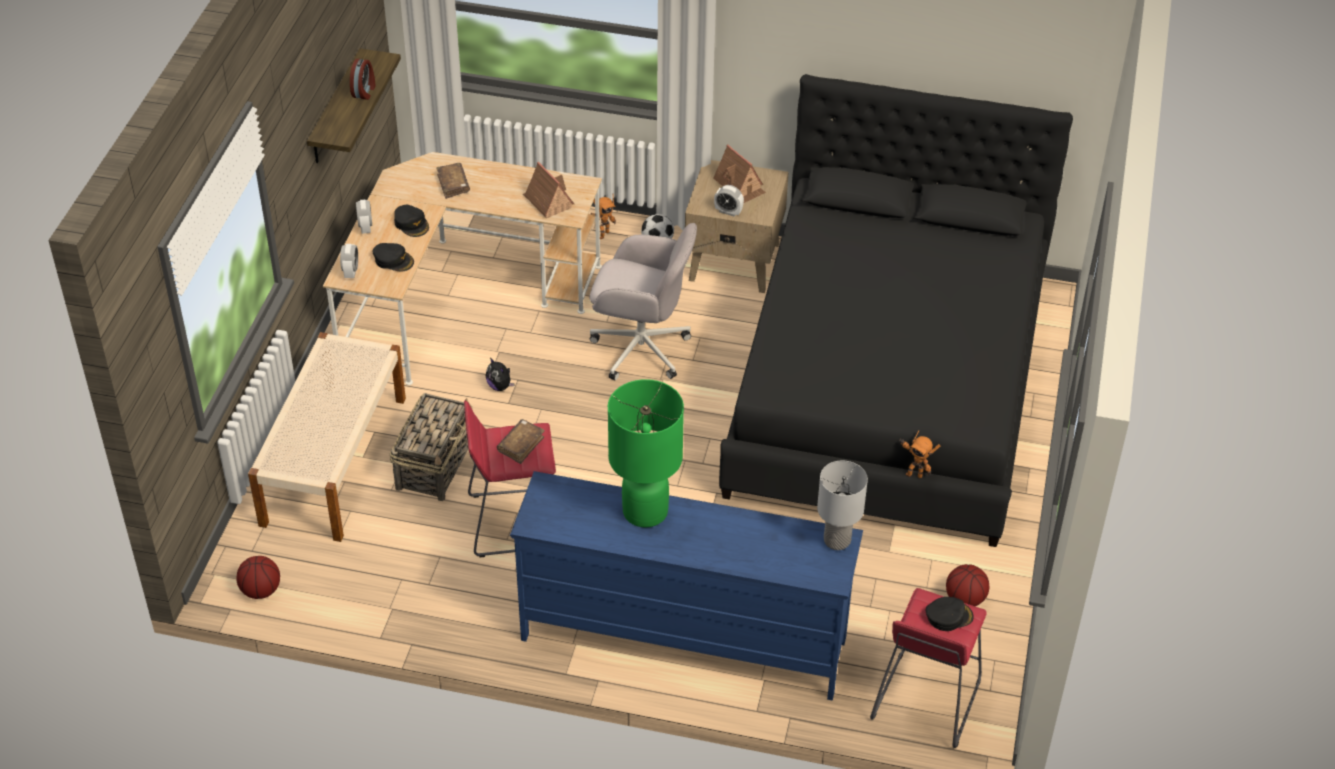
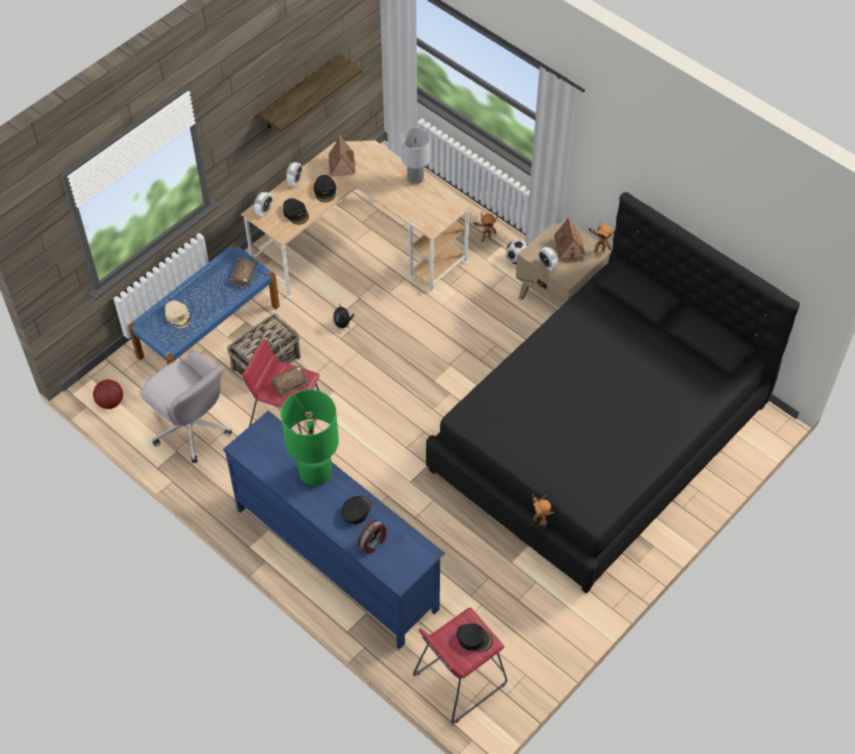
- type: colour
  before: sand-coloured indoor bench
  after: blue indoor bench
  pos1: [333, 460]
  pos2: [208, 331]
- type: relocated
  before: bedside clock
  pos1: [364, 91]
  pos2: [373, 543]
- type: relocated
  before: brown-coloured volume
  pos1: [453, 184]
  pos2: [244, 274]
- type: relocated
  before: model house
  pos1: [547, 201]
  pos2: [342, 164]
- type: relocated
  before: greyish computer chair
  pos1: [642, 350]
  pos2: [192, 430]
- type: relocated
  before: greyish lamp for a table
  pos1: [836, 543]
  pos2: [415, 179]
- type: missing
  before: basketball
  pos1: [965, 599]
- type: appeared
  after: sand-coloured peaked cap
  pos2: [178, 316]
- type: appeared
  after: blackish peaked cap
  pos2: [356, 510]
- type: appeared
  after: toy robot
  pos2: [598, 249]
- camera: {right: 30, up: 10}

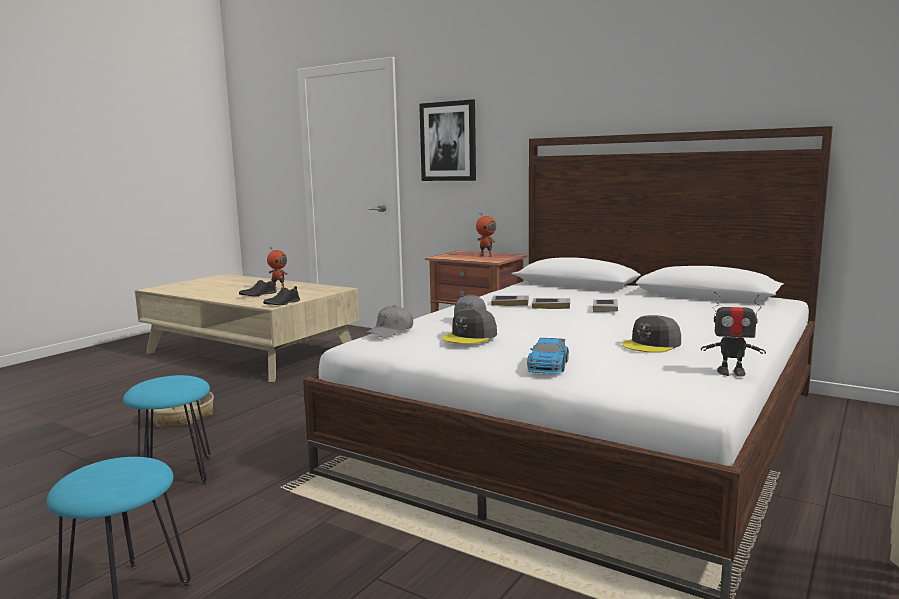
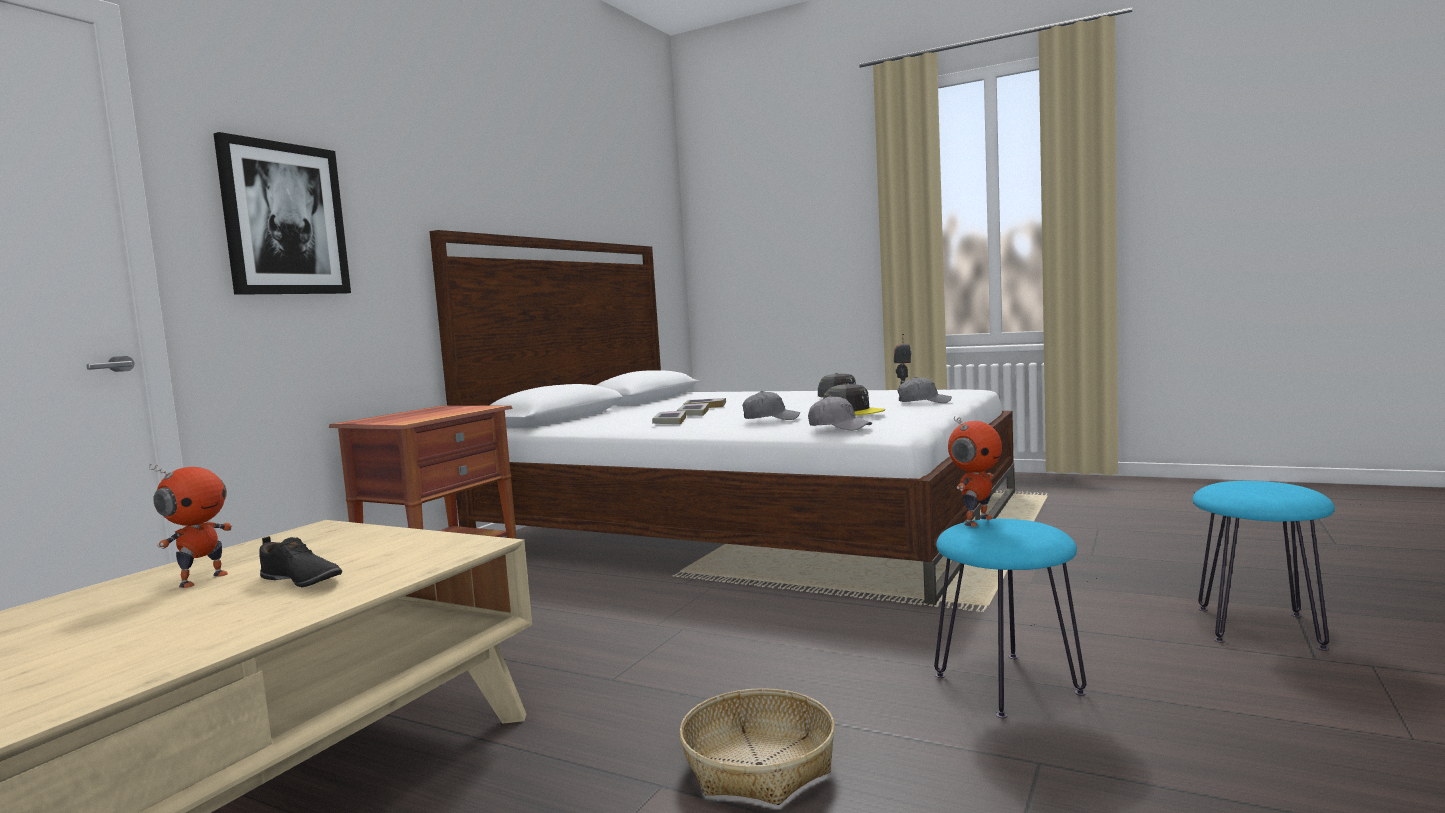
- type: missing
  before: blackish item of footwear
  pos1: [282, 303]
- type: relocated
  before: toy robot
  pos1: [486, 256]
  pos2: [976, 521]
- type: exchanged
  before: model car
  after: greyish peaked cap
  pos1: [548, 366]
  pos2: [923, 402]
- camera: {right: -95, up: -5}

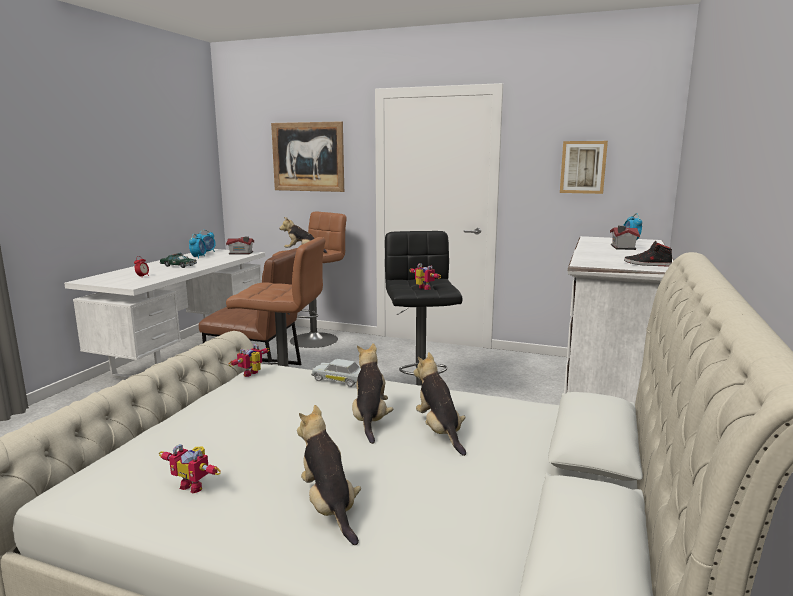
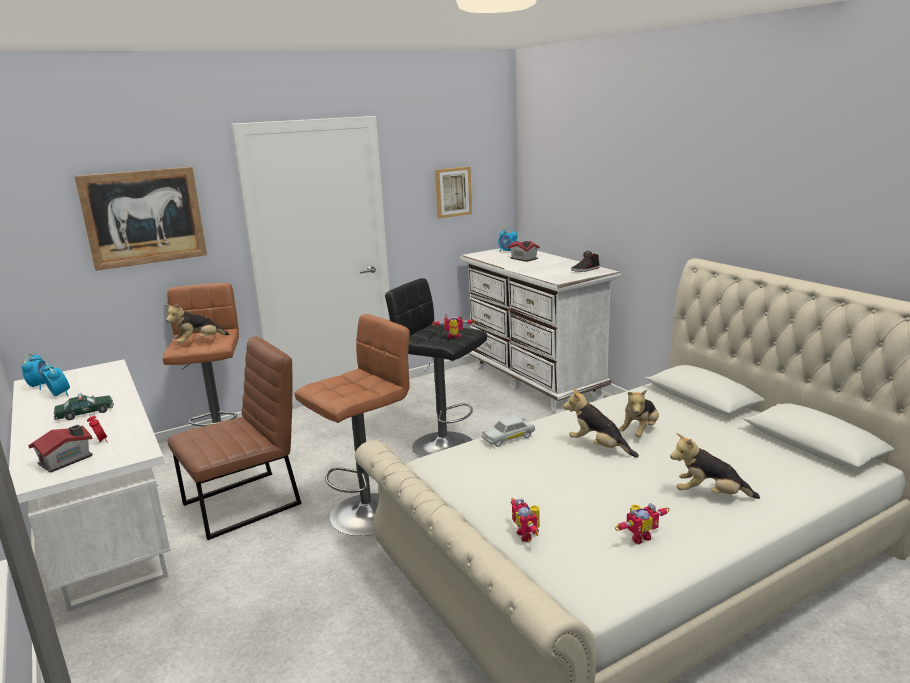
- type: relocated
  before: model house
  pos1: [241, 253]
  pos2: [67, 460]
- type: relocated
  before: toy robot
  pos1: [253, 374]
  pos2: [528, 535]
- type: spun
  before: plush toy
  pos1: [439, 431]
  pos2: [640, 432]
  turn: -75
- camera: {right: -50, up: 5}

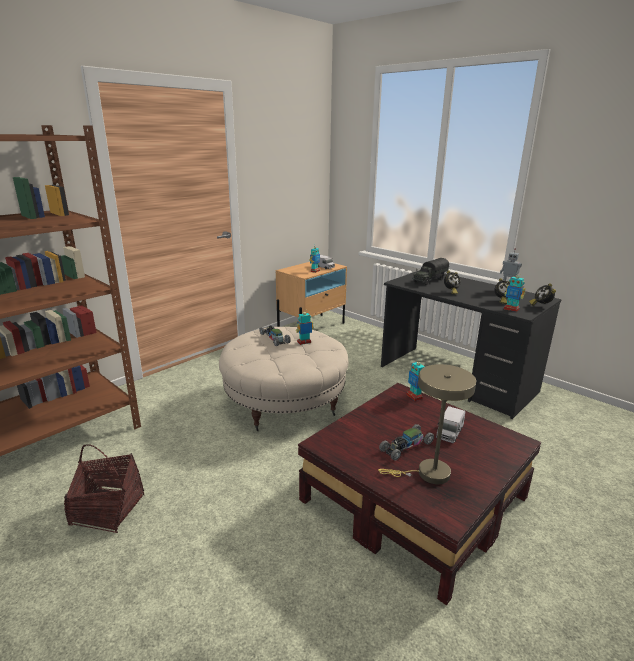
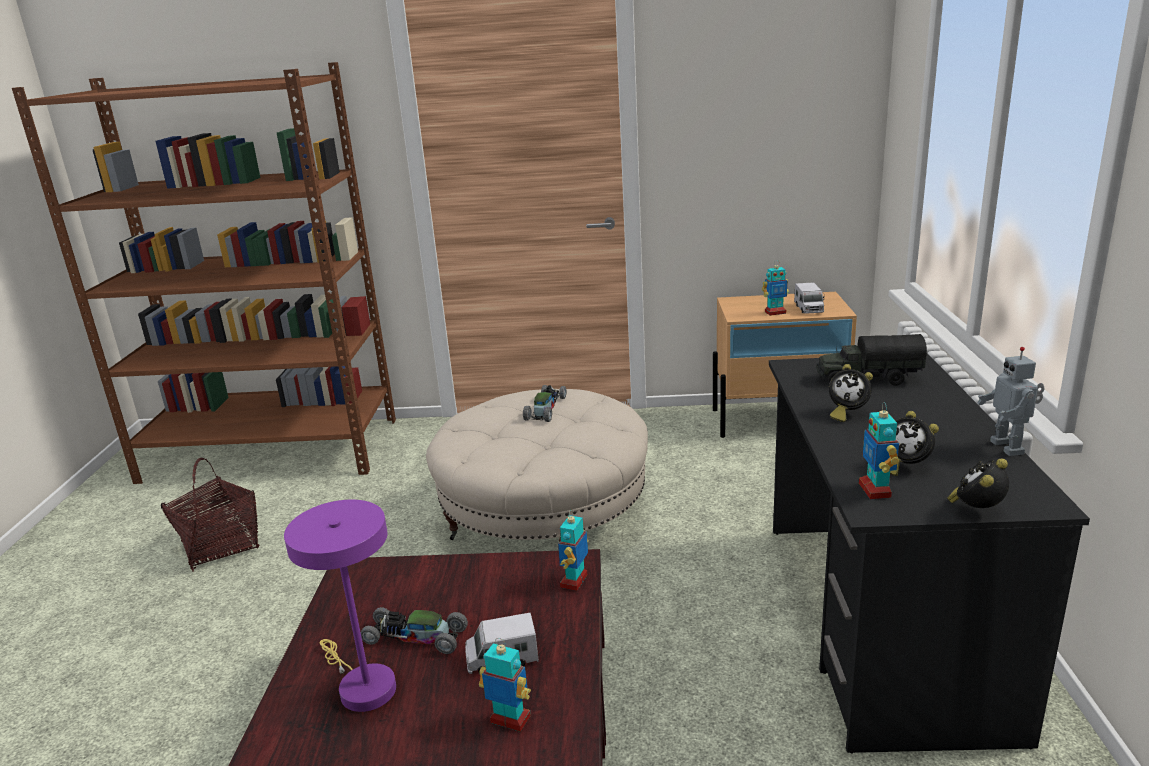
- type: relocated
  before: toy robot
  pos1: [304, 342]
  pos2: [510, 720]
- type: colour
  before: sand-coloured lamp for a table
  after: purple lamp for a table
  pos1: [427, 474]
  pos2: [362, 686]
- camera: {right: 50, up: 0}

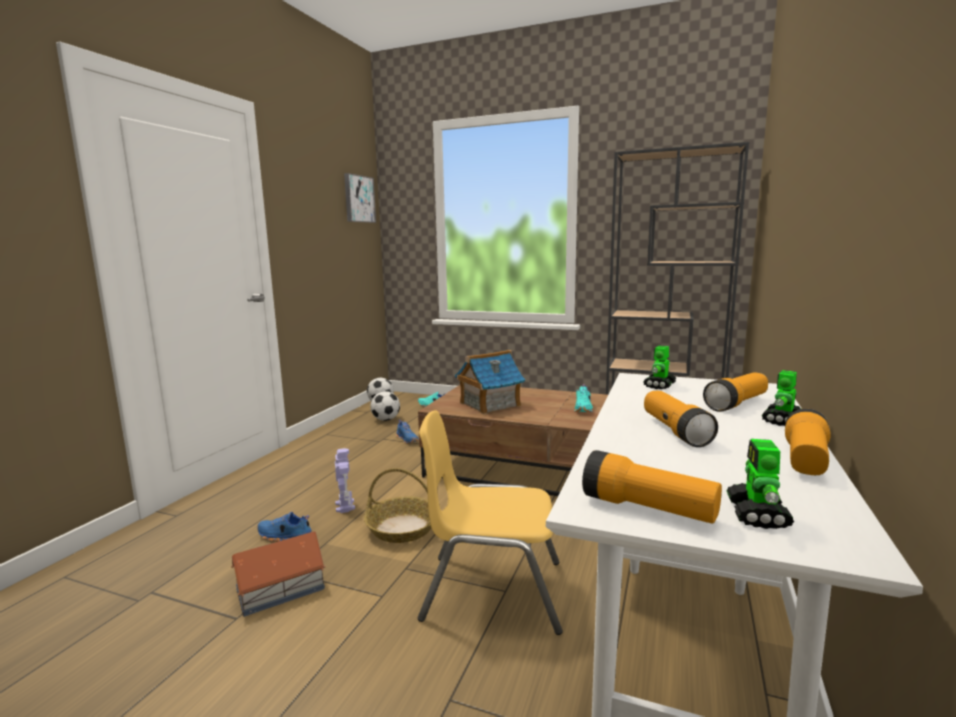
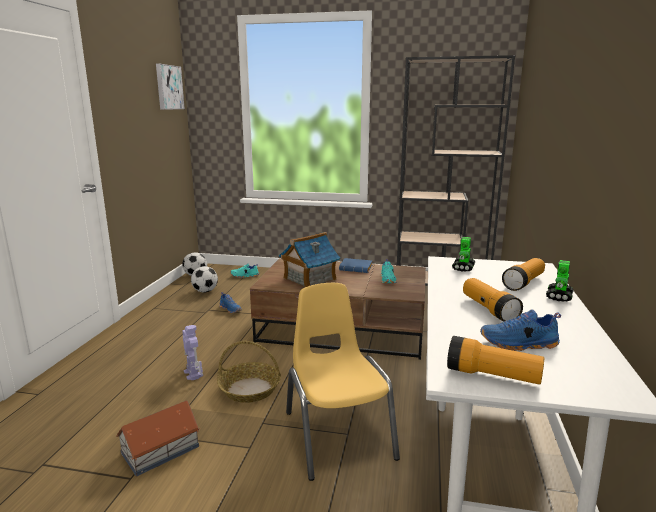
- type: relocated
  before: blue item of footwear
  pos1: [284, 536]
  pos2: [519, 344]
- type: spun
  before: yellow-coloured plain chair
  pos1: [492, 590]
  pos2: [337, 434]
  turn: 75
- type: missing
  before: toy robot
  pos1: [757, 515]
- type: missing
  before: torch
  pos1: [805, 460]
- type: appeared
  after: blue volume
  pos2: [357, 268]
- camera: {right: -10, up: 5}

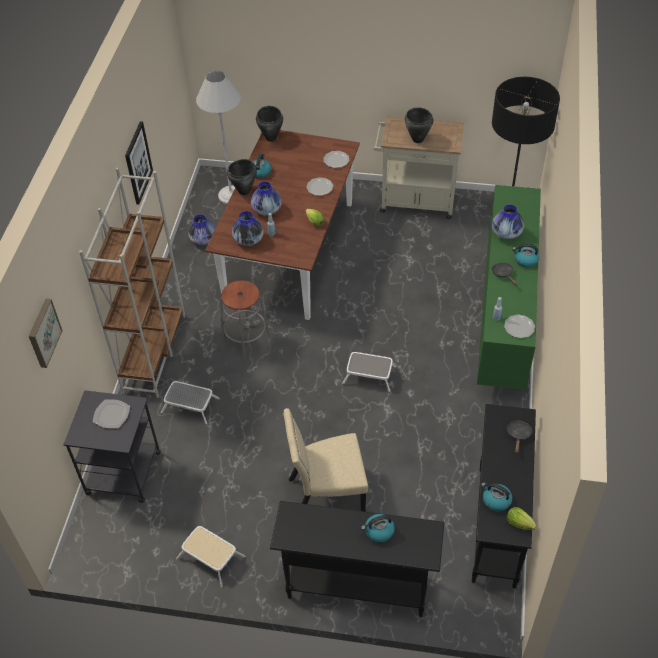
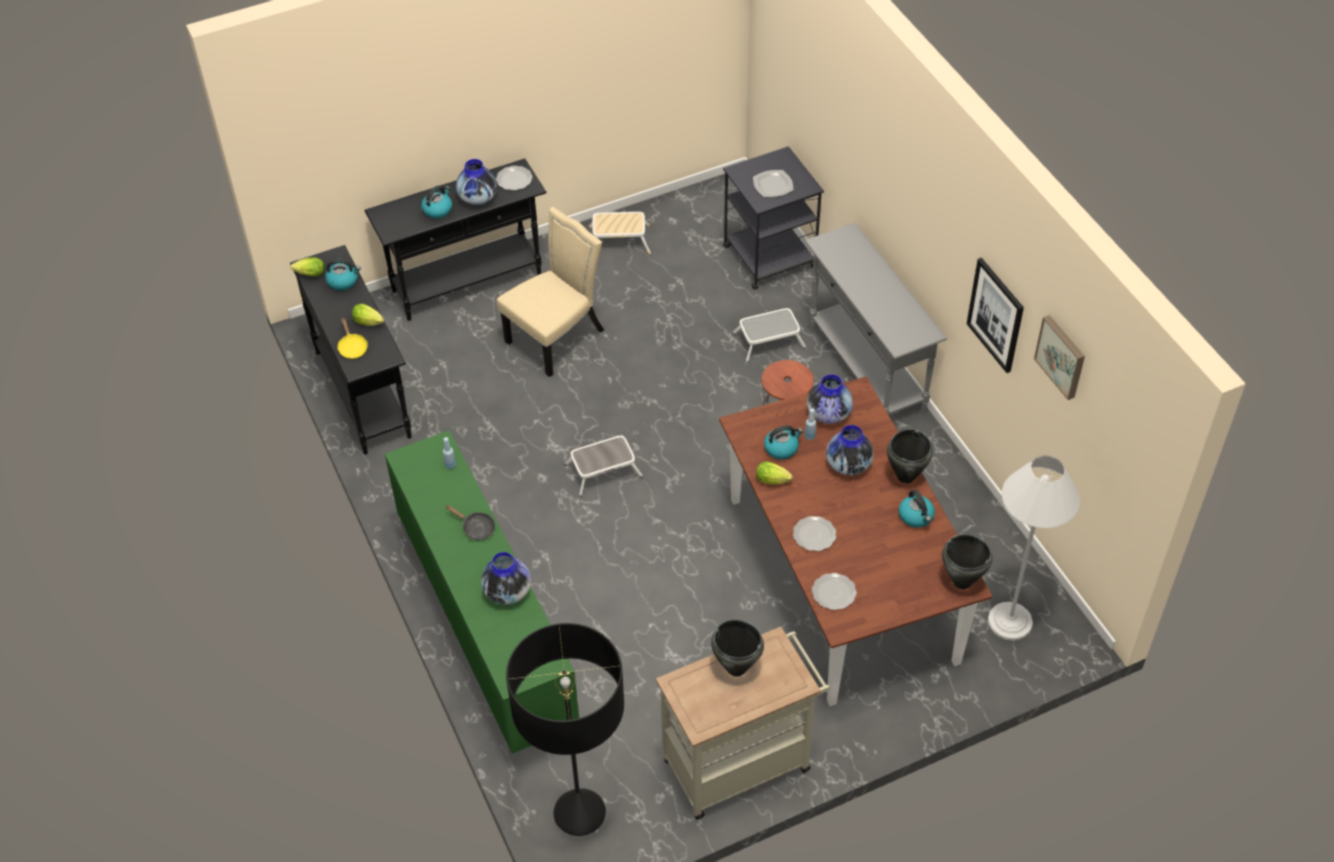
- type: relocated
  before: picture
  pos1: [43, 333]
  pos2: [1062, 356]
- type: exchanged
  before: brown-coloured bookcase
  after: greyish narrow table
  pos1: [155, 353]
  pos2: [866, 371]
- type: relocated
  before: flower vase
  pos1: [203, 240]
  pos2: [478, 198]
- type: relocated
  before: plate
  pos1: [519, 327]
  pos2: [514, 179]
- type: colour
  before: blackish pan
  after: yellow-coloured pan
  pos1: [518, 435]
  pos2: [352, 347]
- type: relocated
  before: water kettle
  pos1: [525, 260]
  pos2: [781, 448]
- type: appeared
  after: lettuce
  pos2: [370, 323]
- camera: {right: 145, up: 0}

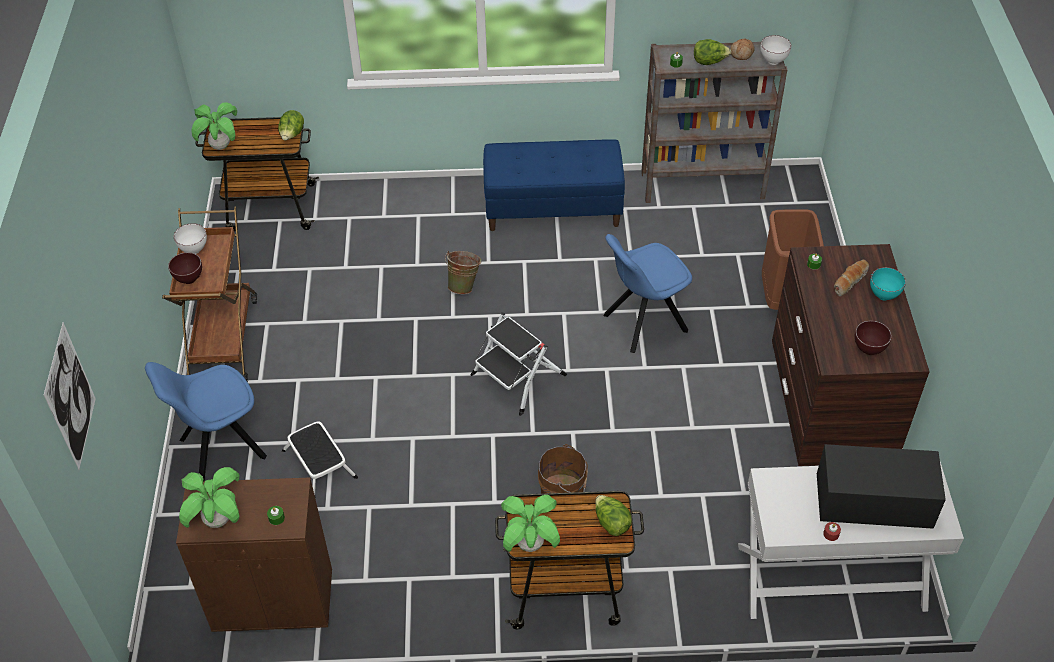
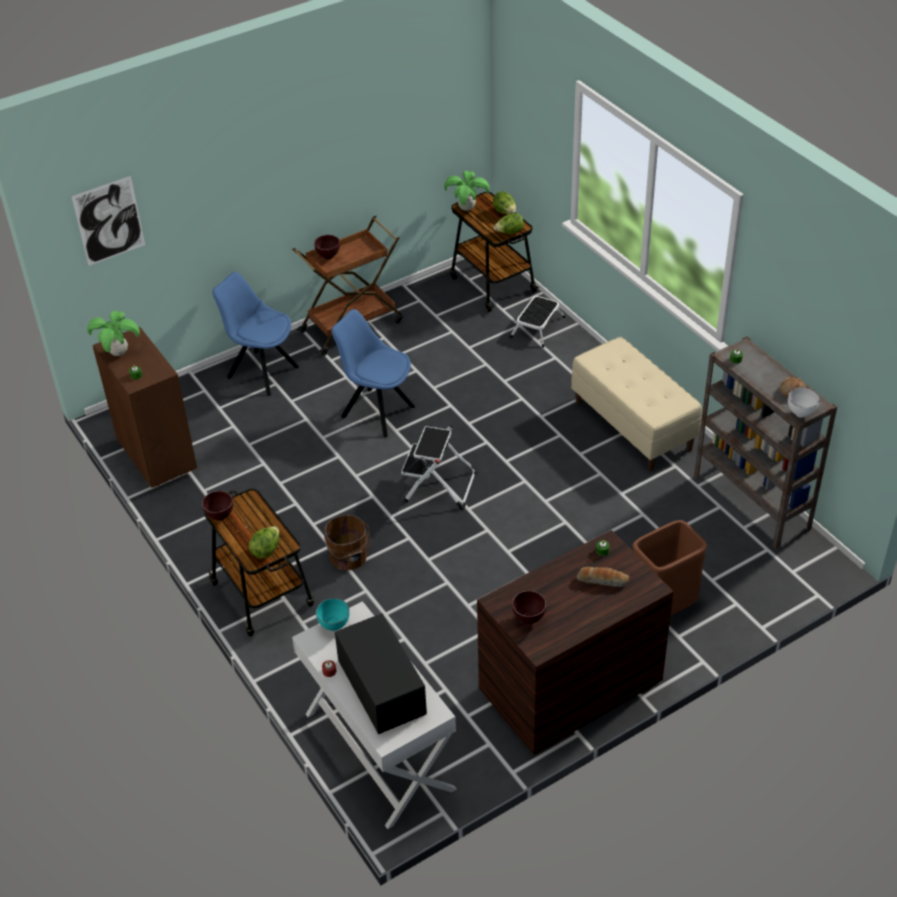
- type: missing
  before: white-coloured deep dish
  pos1: [193, 251]
- type: relocated
  before: blackish step stool
  pos1: [320, 464]
  pos2: [538, 327]
- type: missing
  before: greenish pail
  pos1: [464, 285]
- type: colour
  before: blue indoor bench
  after: sand-coloured indoor bench
  pos1: [553, 209]
  pos2: [633, 425]
- type: exchanged
  before: houseplant
  after: brown-coloured deep dish
  pos1: [529, 544]
  pos2: [220, 516]
- type: relocated
  before: blue plain chair
  pos1: [644, 323]
  pos2: [377, 412]
- type: relocated
  before: lettuce
  pos1: [709, 62]
  pos2: [505, 212]
- type: relocated
  before: turquoise-coloured deep dish
  pos1: [883, 296]
  pos2: [333, 626]
- camera: {right: 60, up: -5}

